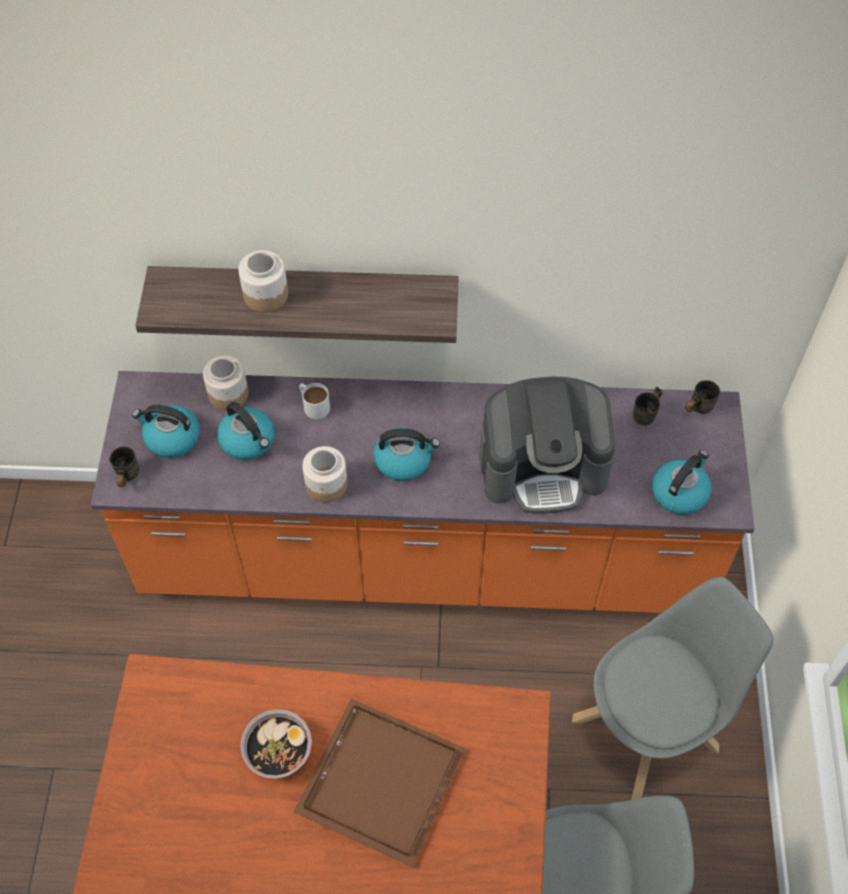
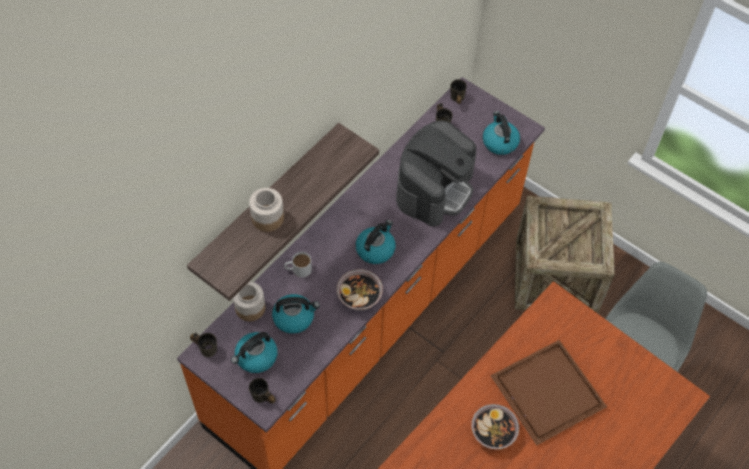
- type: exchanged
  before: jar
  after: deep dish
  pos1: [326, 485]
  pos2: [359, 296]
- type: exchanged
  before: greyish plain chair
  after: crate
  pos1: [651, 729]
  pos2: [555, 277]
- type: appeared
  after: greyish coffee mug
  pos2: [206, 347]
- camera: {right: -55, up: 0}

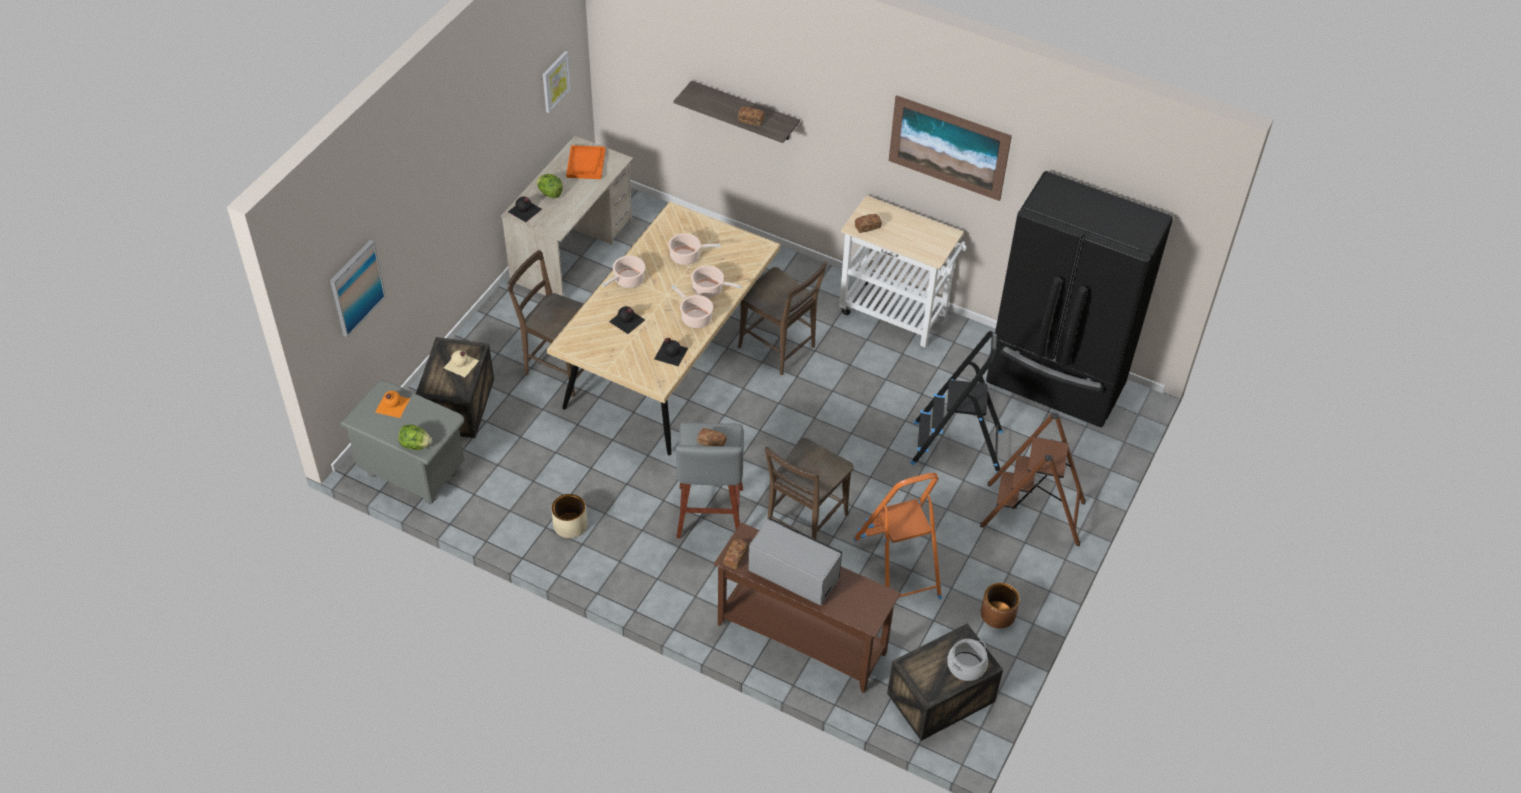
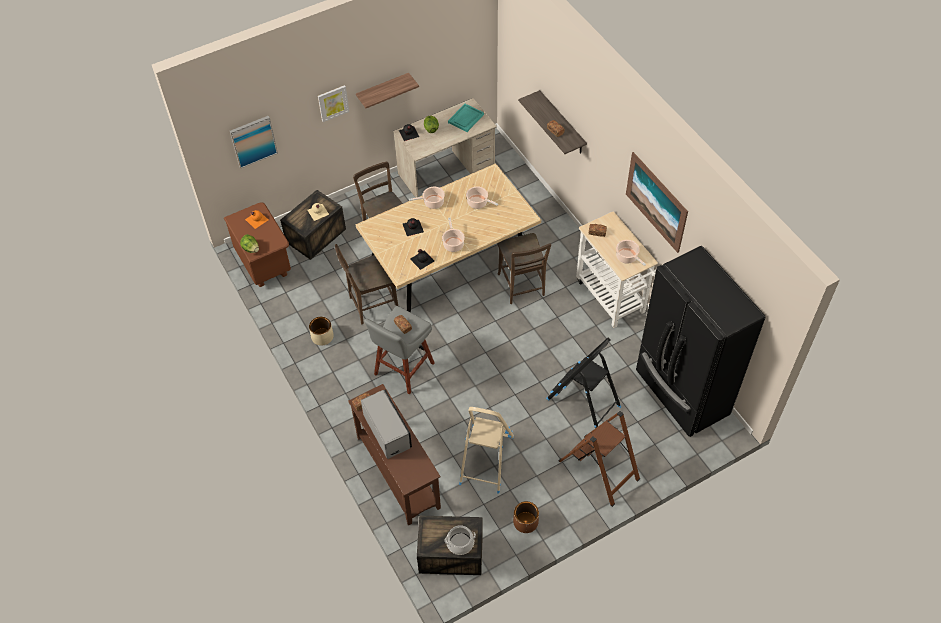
- type: colour
  before: greyish night table
  after: brown-coloured night table
  pos1: [414, 470]
  pos2: [265, 263]
- type: relocated
  before: picture
  pos1: [555, 81]
  pos2: [333, 103]
- type: colour
  before: orange tray
  after: turquoise-coloured tray
  pos1: [586, 163]
  pos2: [466, 118]
- type: relocated
  before: cooking pot
  pos1: [709, 290]
  pos2: [627, 257]
- type: relocated
  before: brown-coloured plain chair
  pos1: [804, 524]
  pos2: [371, 305]
- type: colour
  before: orange step stool
  after: sand-coloured step stool
  pos1: [896, 567]
  pos2: [487, 459]
- type: appeared
  after: bracket shelf
  pos2: [383, 90]
- camera: {right: 35, up: 5}

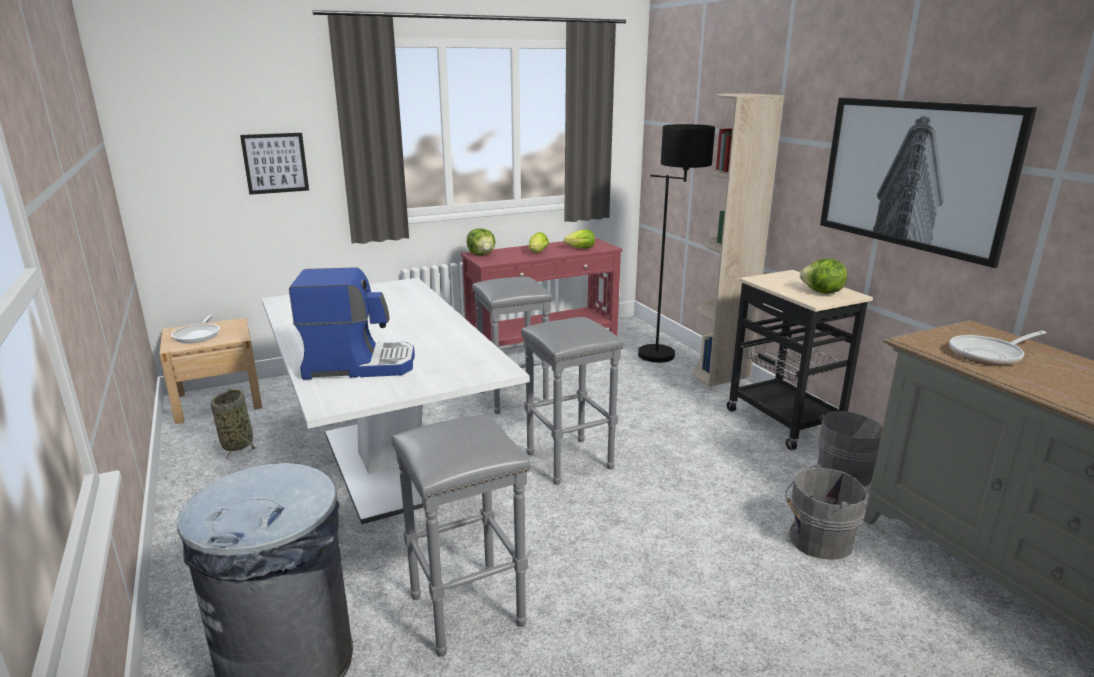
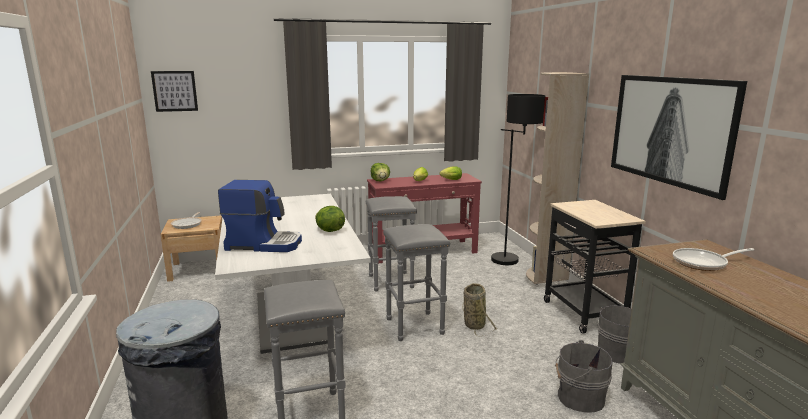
- type: relocated
  before: basket
  pos1: [238, 443]
  pos2: [474, 324]
- type: relocated
  before: picture
  pos1: [275, 163]
  pos2: [175, 91]
- type: relocated
  before: lettuce
  pos1: [822, 292]
  pos2: [329, 231]
- camera: {right: 10, up: -5}

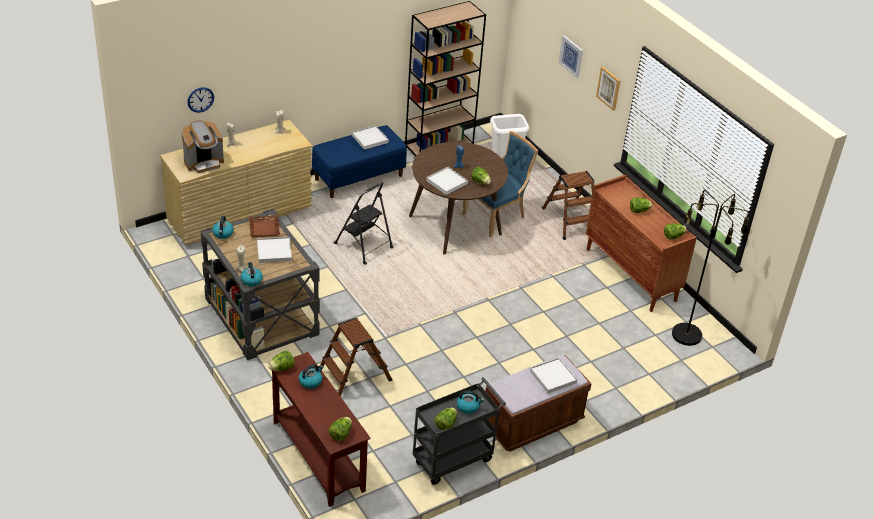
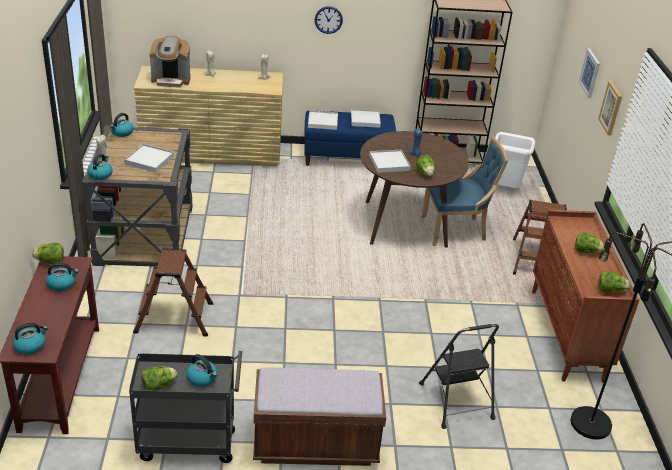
- type: relocated
  before: clock on the wall
  pos1: [200, 99]
  pos2: [328, 20]
- type: missing
  before: brown-coloured tray
  pos1: [264, 228]
- type: exchanged
  before: lettuce
  after: water kettle
  pos1: [340, 434]
  pos2: [30, 346]
- type: relocated
  before: blackish step stool
  pos1: [364, 246]
  pos2: [457, 402]
- type: relocated
  before: white-coloured tray
  pos1: [553, 377]
  pos2: [323, 122]
- camera: {right: 30, up: -5}

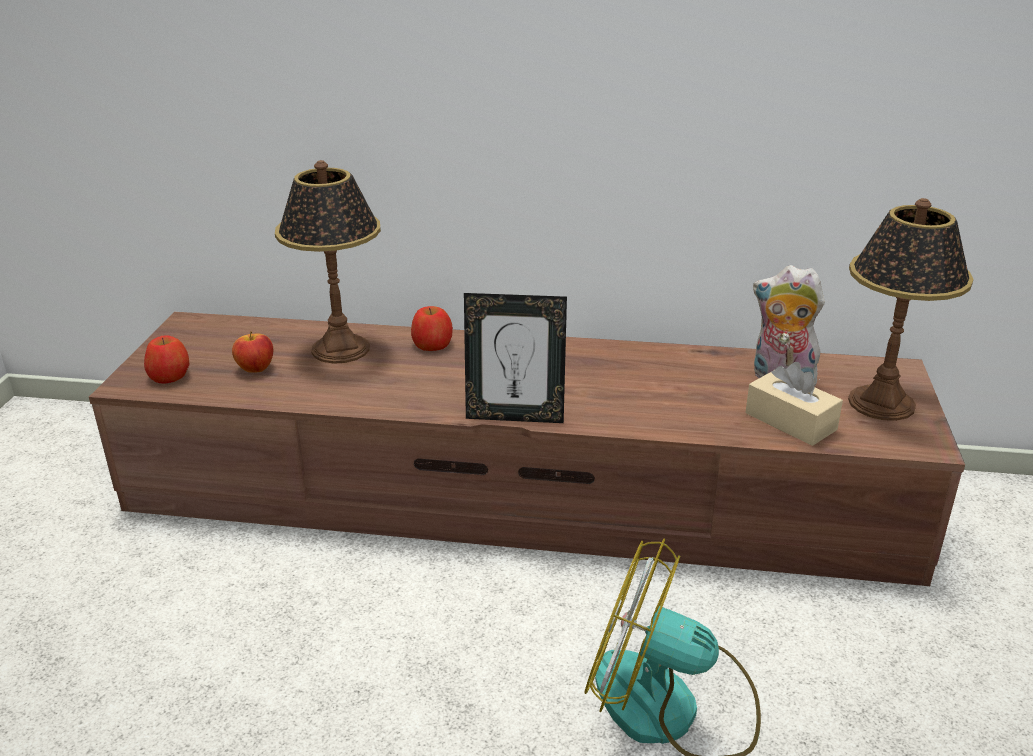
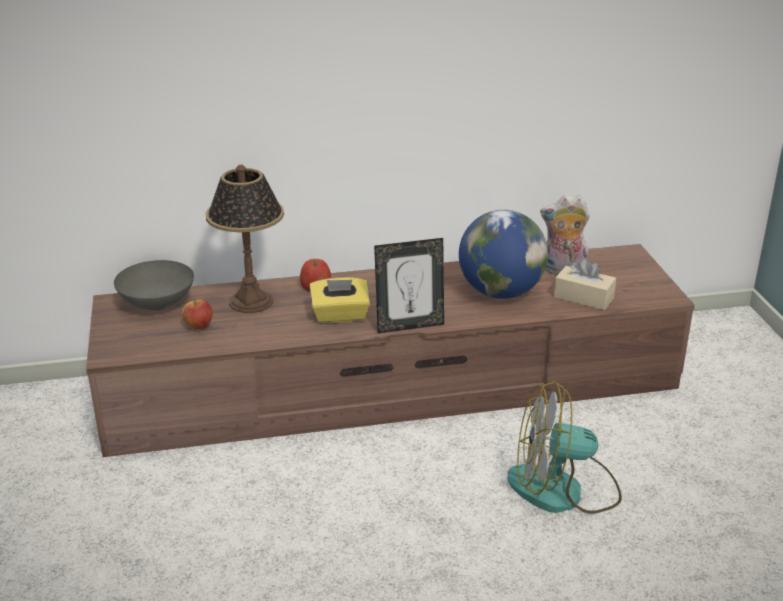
- type: missing
  before: whole apple
  pos1: [170, 376]
- type: missing
  before: lamp for a table
  pos1: [882, 403]
- type: appeared
  after: greyish deep dish
  pos2: [157, 303]
- type: appeared
  after: yellow-coloured tissue holder
  pos2: [340, 316]
- type: appeared
  after: world globe
  pos2: [500, 292]
- camera: {right: -20, up: 0}

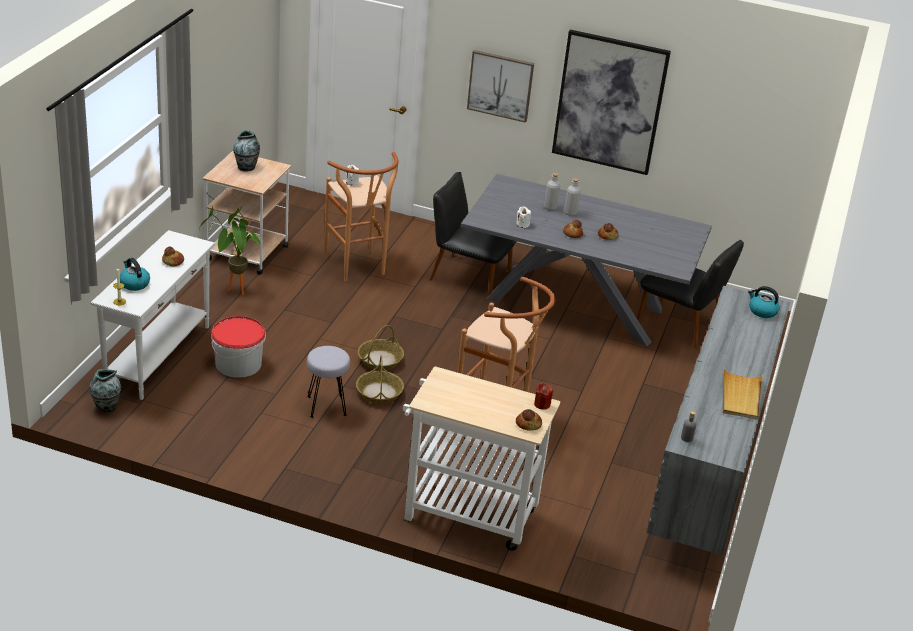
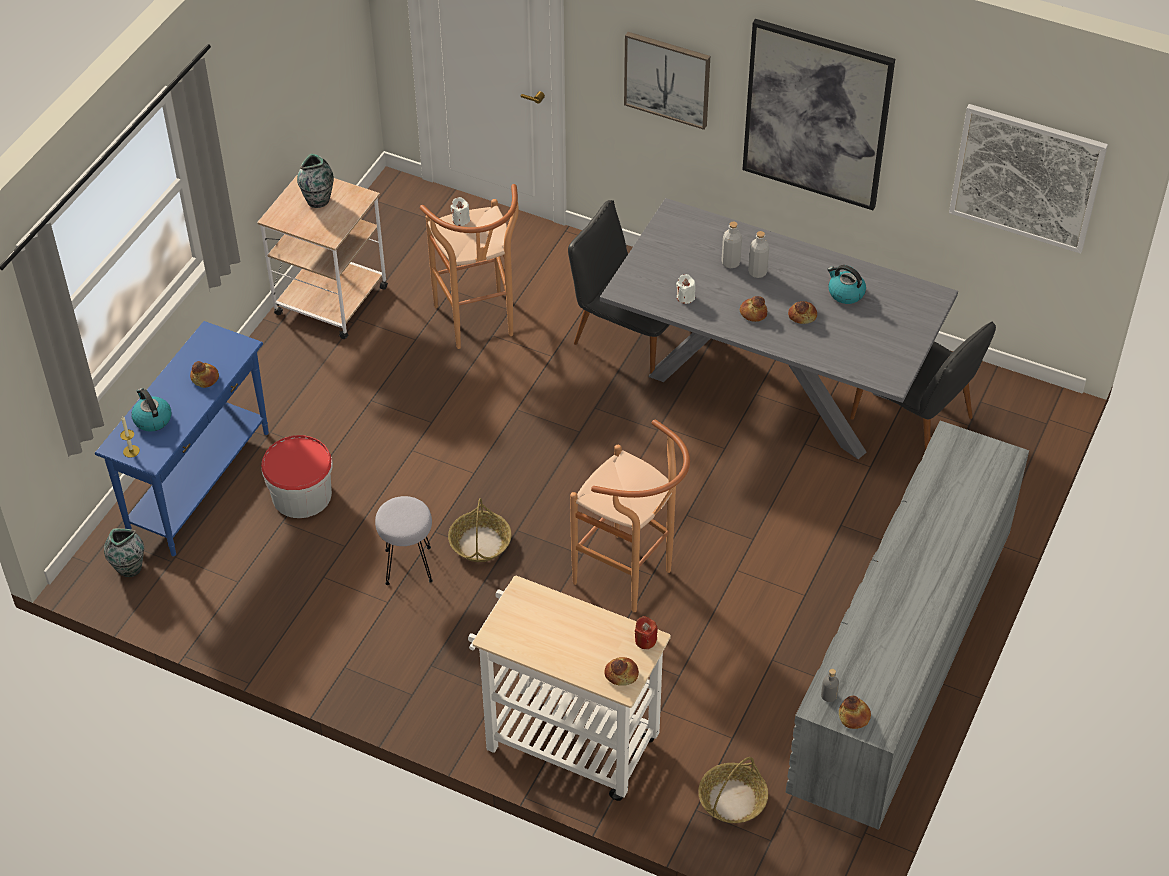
- type: colour
  before: white-coloured narrow table
  after: blue narrow table
  pos1: [157, 356]
  pos2: [199, 483]
- type: missing
  before: houseplant
  pos1: [234, 292]
- type: relocated
  before: basket
  pos1: [380, 360]
  pos2: [732, 800]
- type: missing
  before: sand-coloured tray
  pos1: [740, 396]
- type: relocated
  before: water kettle
  pos1: [762, 311]
  pos2: [845, 293]
- type: appeared
  after: baked bread
  pos2: [854, 716]
- type: appeared
  after: picture
  pos2: [1026, 177]
- camera: {right: 10, up: 15}

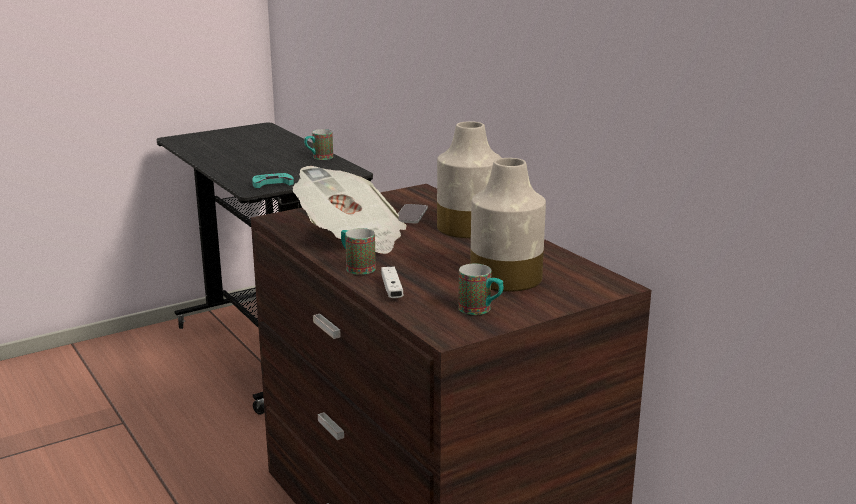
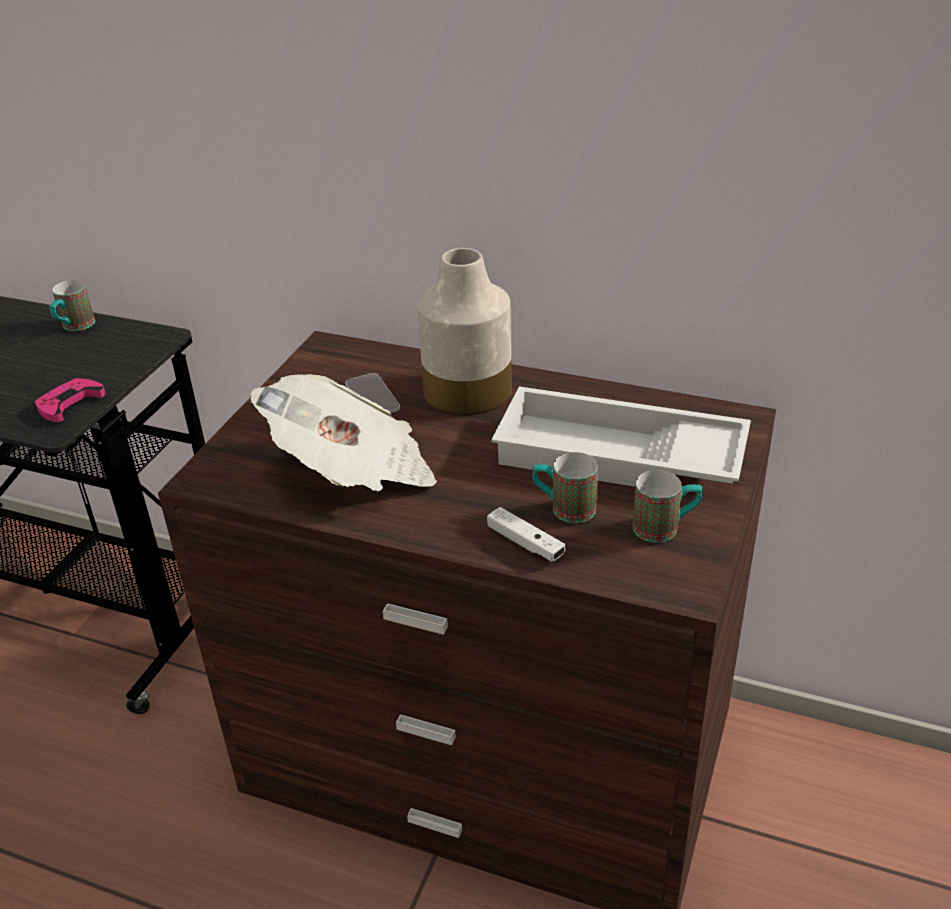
- type: colour
  before: turquoise-coloured joypad
  after: pink-coloured joypad
  pos1: [272, 184]
  pos2: [69, 404]
- type: relocated
  before: coffee mug
  pos1: [356, 267]
  pos2: [564, 508]
- type: exchanged
  before: sand-coloured flower vase
  after: white-coloured tray
  pos1: [505, 276]
  pos2: [616, 458]
- camera: {right: -35, up: 15}

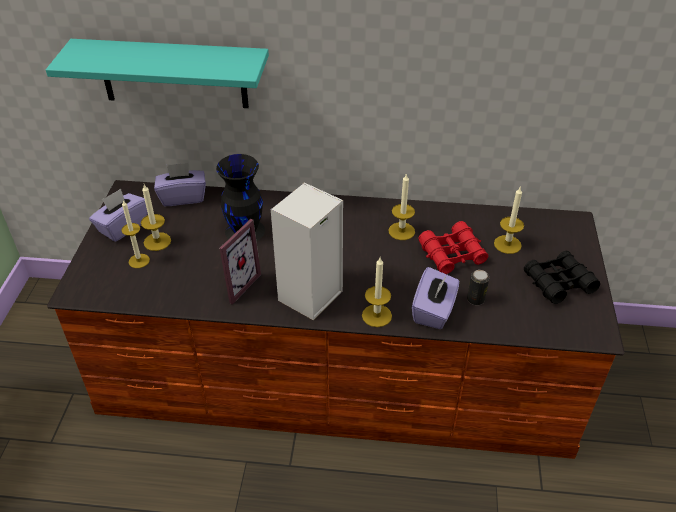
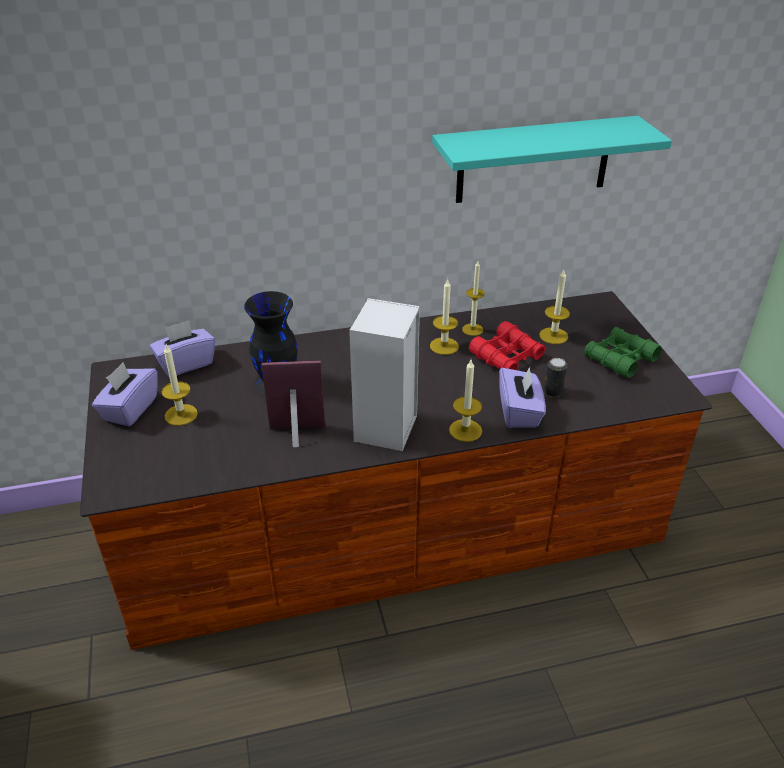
- type: relocated
  before: turquoise-coloured bracket shelf
  pos1: [173, 74]
  pos2: [533, 160]
- type: relocated
  before: wax candle
  pos1: [139, 261]
  pos2: [472, 329]
- type: spun
  before: photo frame
  pos1: [235, 284]
  pos2: [297, 436]
  turn: -105
- type: colour
  before: blackish pair of binoculars
  after: greenish pair of binoculars
  pos1: [558, 283]
  pos2: [620, 359]
- camera: {right: -20, up: -5}

